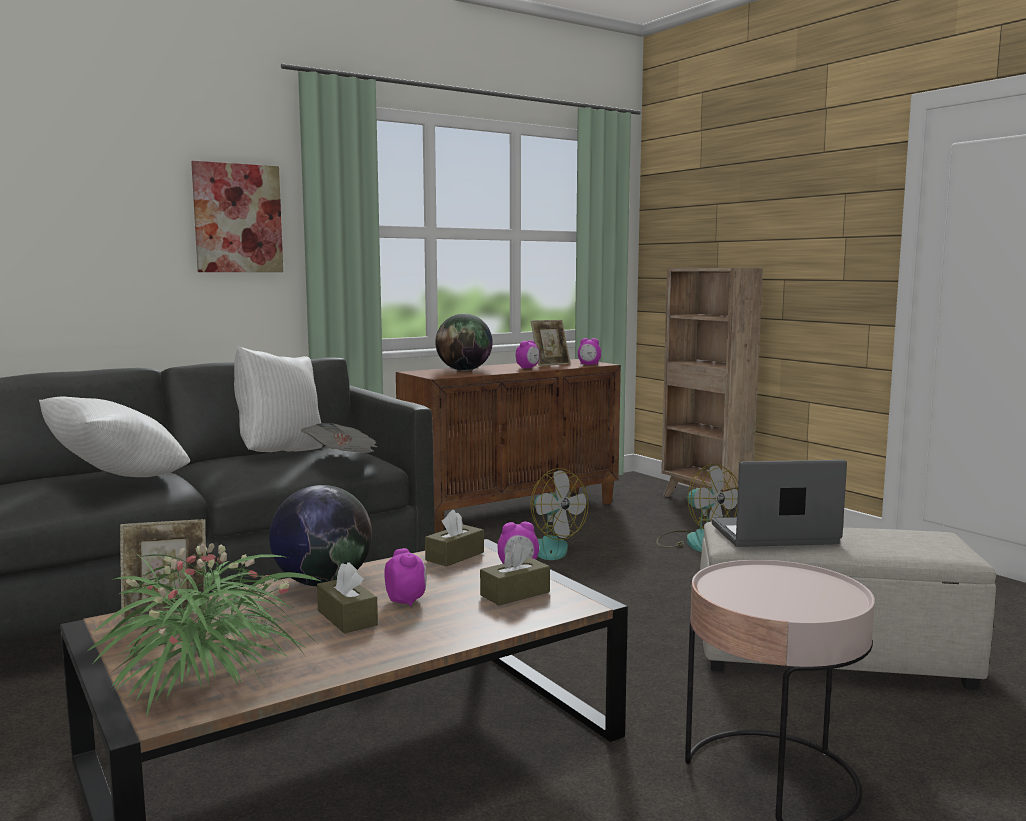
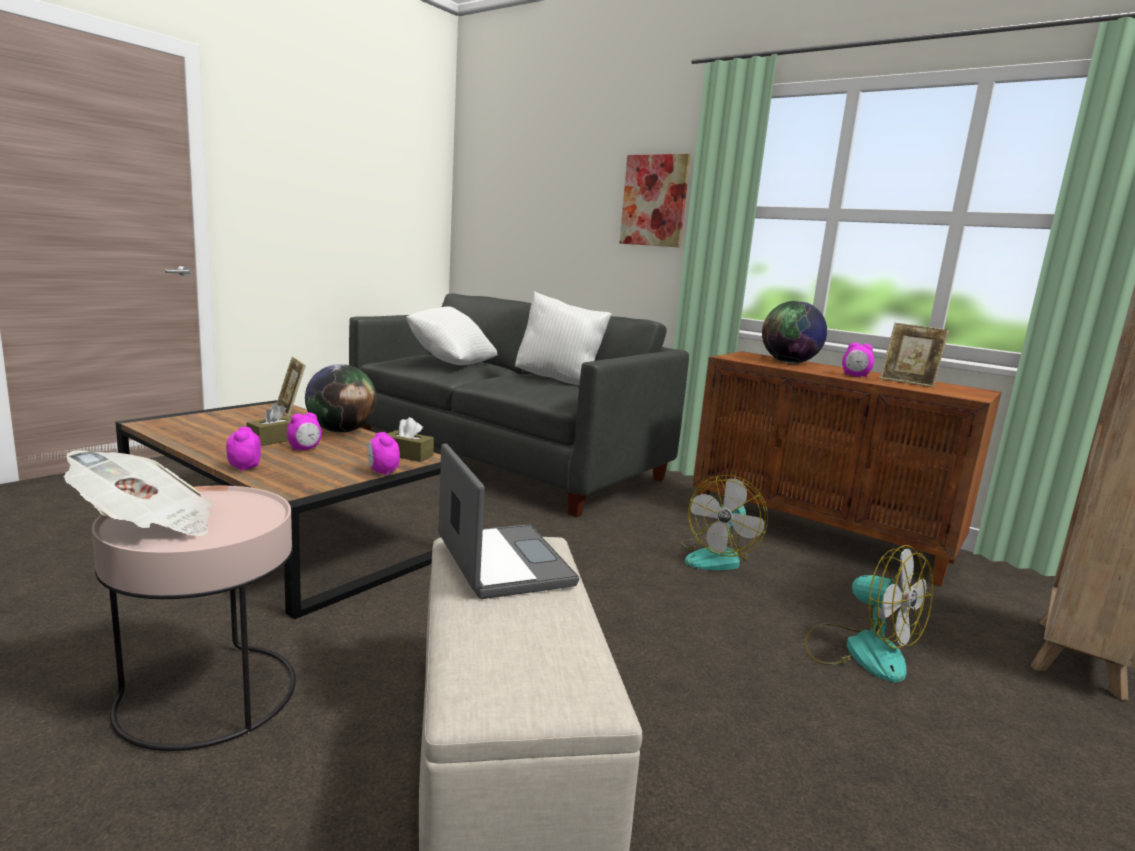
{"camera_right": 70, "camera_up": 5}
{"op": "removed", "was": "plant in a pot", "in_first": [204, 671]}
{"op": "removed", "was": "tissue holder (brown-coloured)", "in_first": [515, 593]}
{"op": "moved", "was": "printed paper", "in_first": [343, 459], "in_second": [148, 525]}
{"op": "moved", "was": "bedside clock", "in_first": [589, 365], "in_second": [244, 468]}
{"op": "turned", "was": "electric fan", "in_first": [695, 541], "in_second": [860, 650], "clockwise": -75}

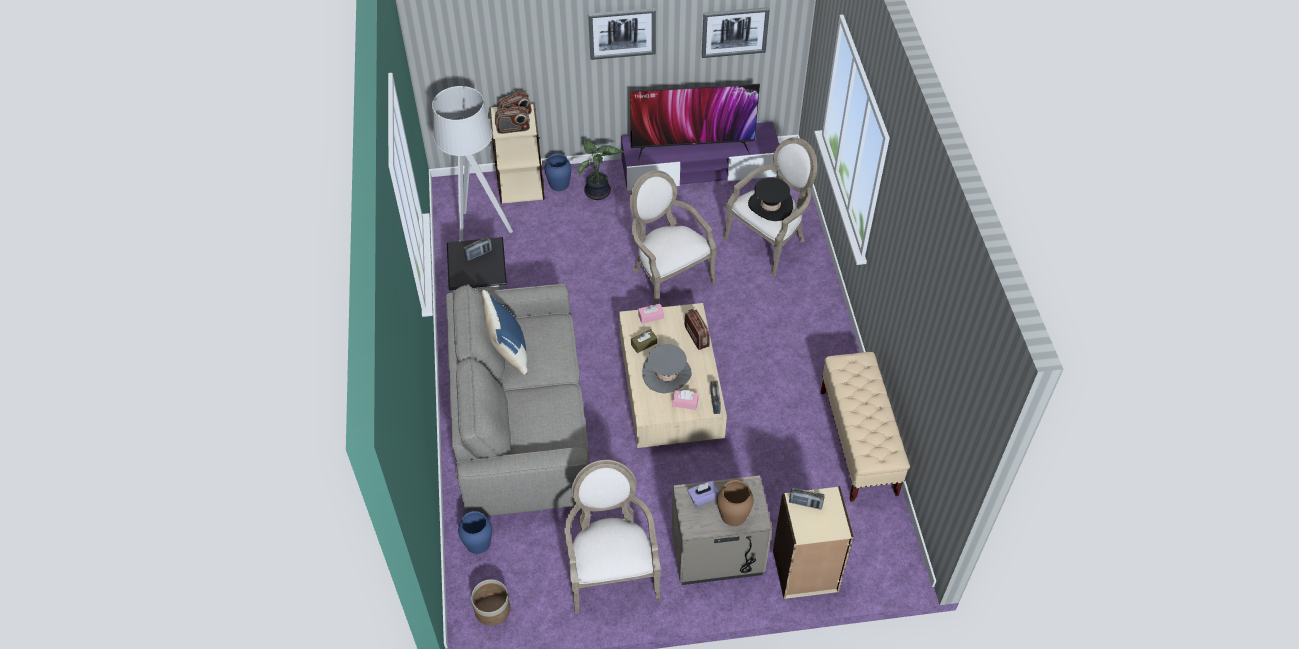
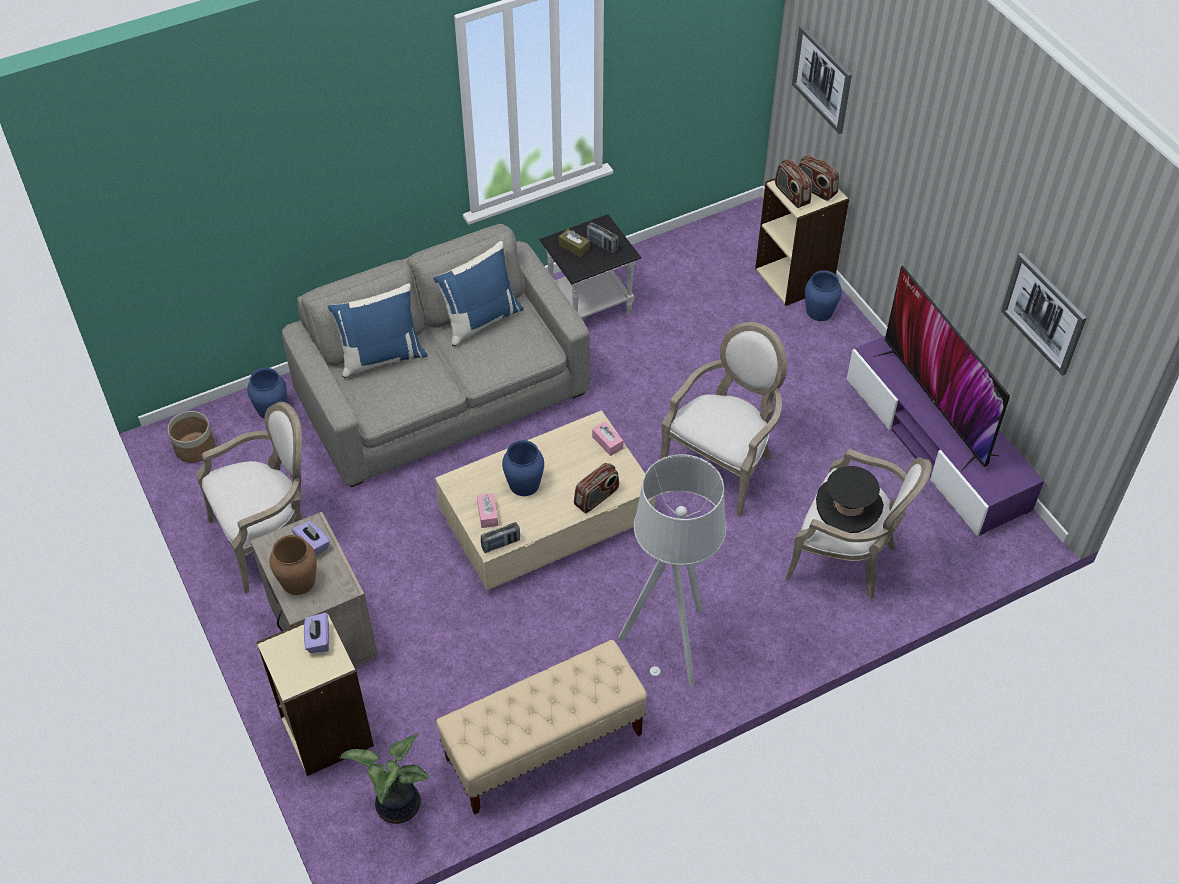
{"camera_right": 70, "camera_up": 0}
{"op": "added", "now": "throw pillow (blue)", "in_second": [381, 357]}
{"op": "moved", "was": "standard lamp (greyish)", "in_first": [478, 233], "in_second": [670, 644]}
{"op": "moved", "was": "plant in a pot", "in_first": [598, 193], "in_second": [396, 807]}
{"op": "moved", "was": "picture", "in_first": [622, 33], "in_second": [822, 79]}
{"op": "moved", "was": "tissue holder (brown-coloured)", "in_first": [644, 344], "in_second": [574, 247]}
{"op": "replaced", "was": "wearable hat (greyish)", "now": "flower vase (blue)", "in_first": [666, 374], "in_second": [524, 483]}
{"op": "replaced", "was": "radio receiver", "now": "tissue holder (purplish)", "in_first": [805, 503], "in_second": [318, 639]}

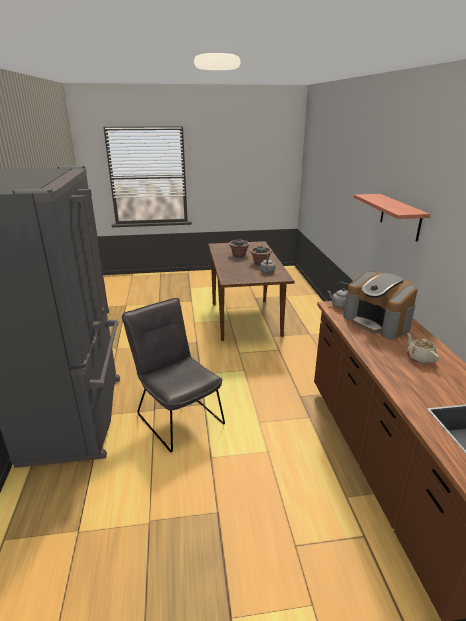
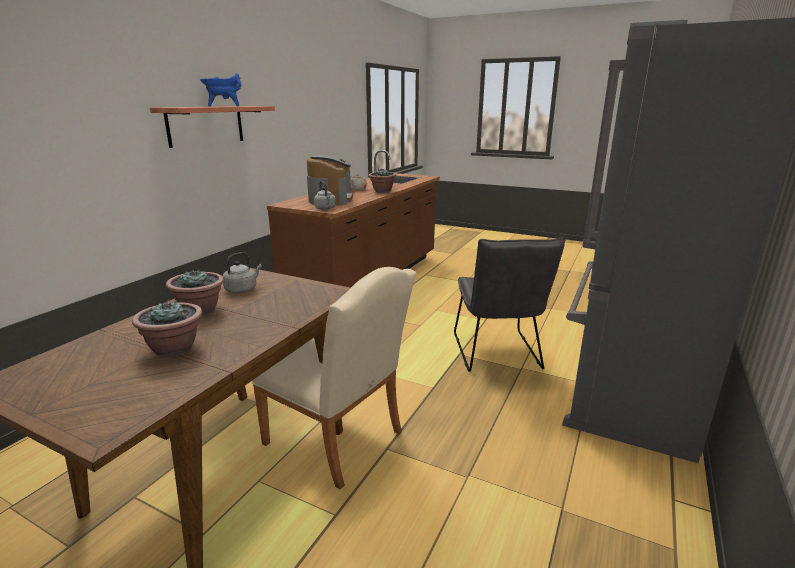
{"camera_right": -145, "camera_up": -5}
{"op": "added", "now": "saucepot (blue)", "in_second": [224, 106]}
{"op": "added", "now": "plain chair (beige-coloured)", "in_second": [340, 441]}
{"op": "added", "now": "plant in a pot", "in_second": [382, 191]}

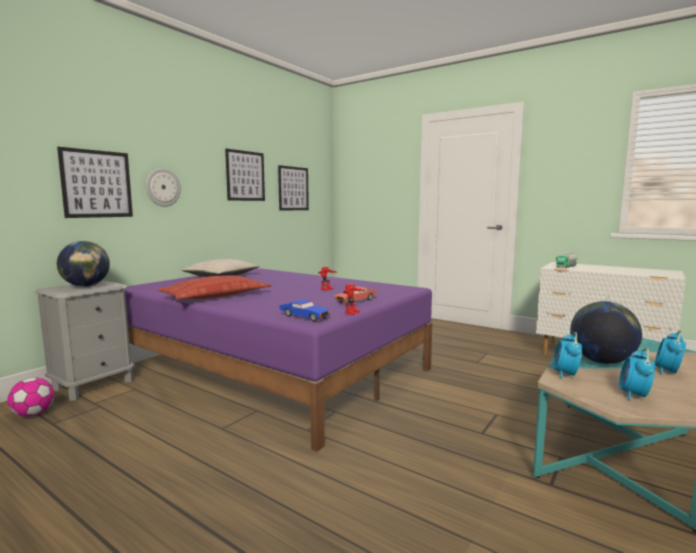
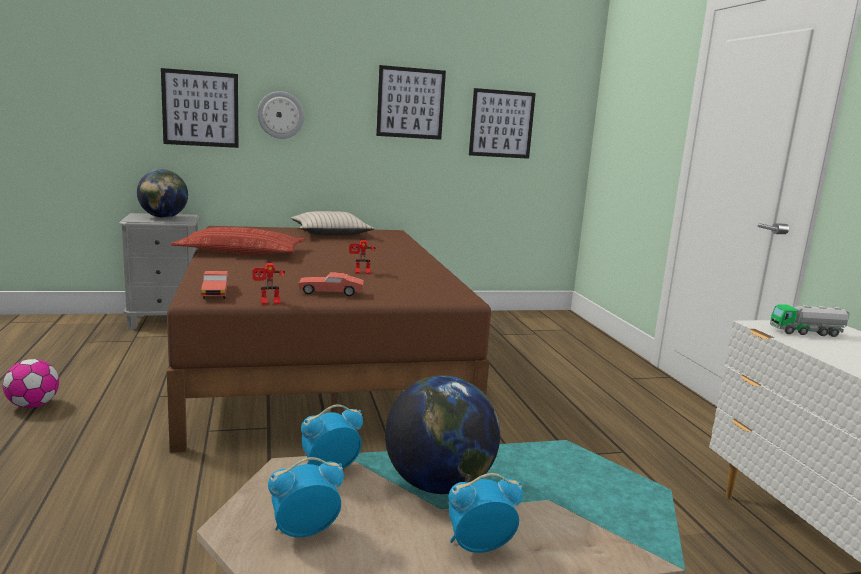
{"camera_right": 40, "camera_up": 5}
{"op": "moved", "was": "football ball", "in_first": [33, 414], "in_second": [33, 405]}
{"op": "recoloured", "was": "bed (purplish)", "now": "bed (brown-coloured)", "in_first": [274, 368], "in_second": [319, 362]}
{"op": "recoloured", "was": "model car (blue)", "now": "model car (reddish)", "in_first": [304, 317], "in_second": [215, 292]}

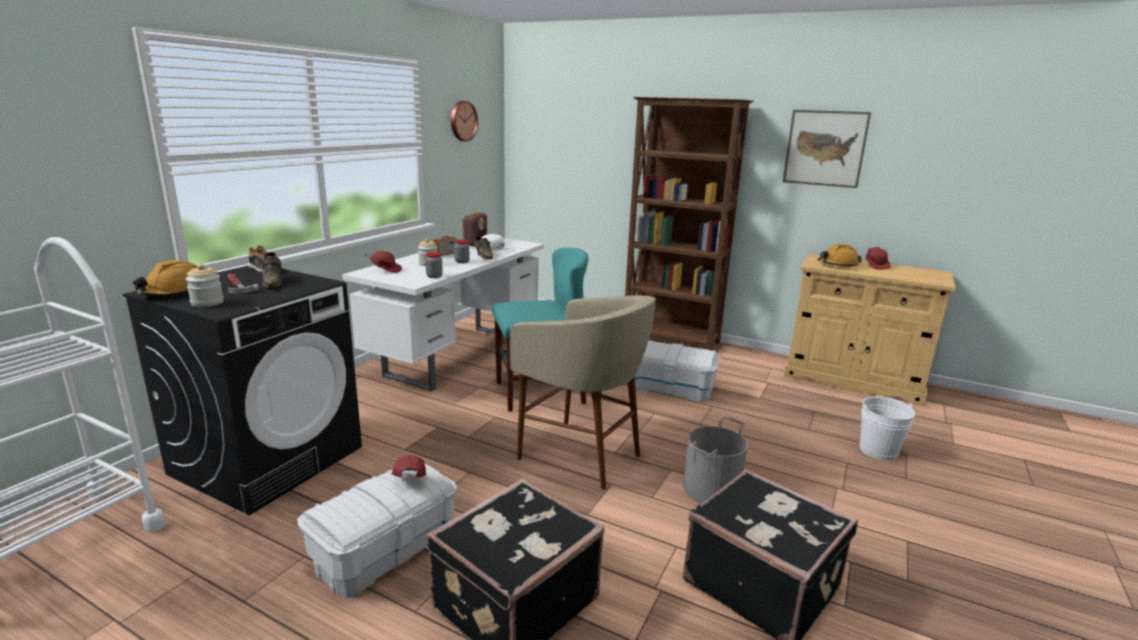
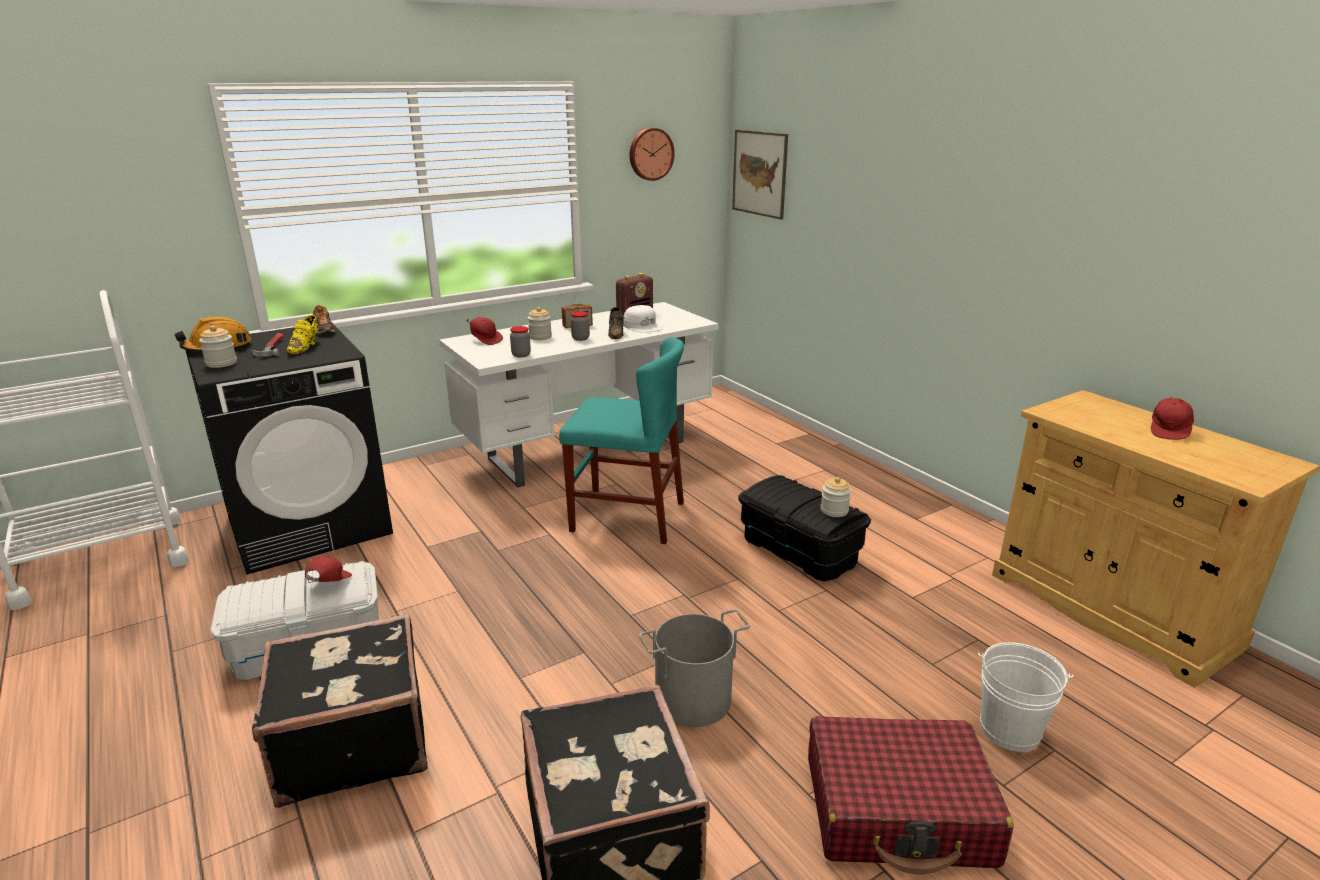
{"camera_right": 30, "camera_up": 5}
{"op": "removed", "was": "stool (beige-coloured)", "in_first": [581, 456]}
{"op": "removed", "was": "bookcase (brown-coloured)", "in_first": [671, 340]}
{"op": "removed", "was": "hard hat (orange-coloured)", "in_first": [837, 265]}
{"op": "added", "now": "piece of luggage (reddish)", "in_second": [898, 810]}
{"op": "added", "now": "preserve jar", "in_second": [834, 511]}
{"op": "moved", "was": "picture", "in_first": [825, 148], "in_second": [759, 173]}
{"op": "recoloured", "was": "item of footwear (brown-coloured)", "now": "item of footwear (yellowish)", "in_first": [273, 282], "in_second": [305, 347]}
{"op": "recoloured", "was": "storage box (white-coloured)", "now": "storage box (black-coloured)", "in_first": [671, 387], "in_second": [800, 549]}

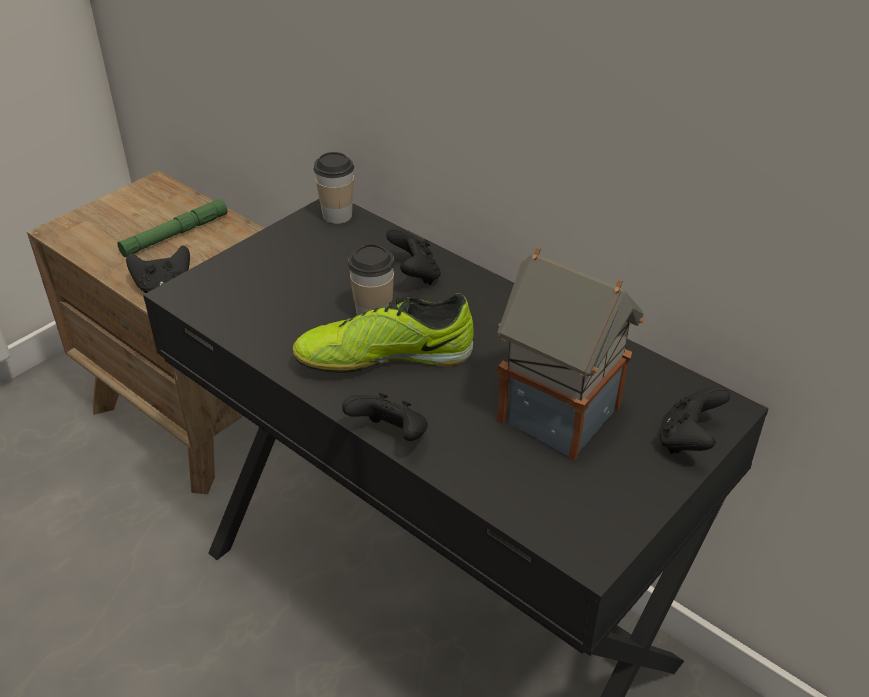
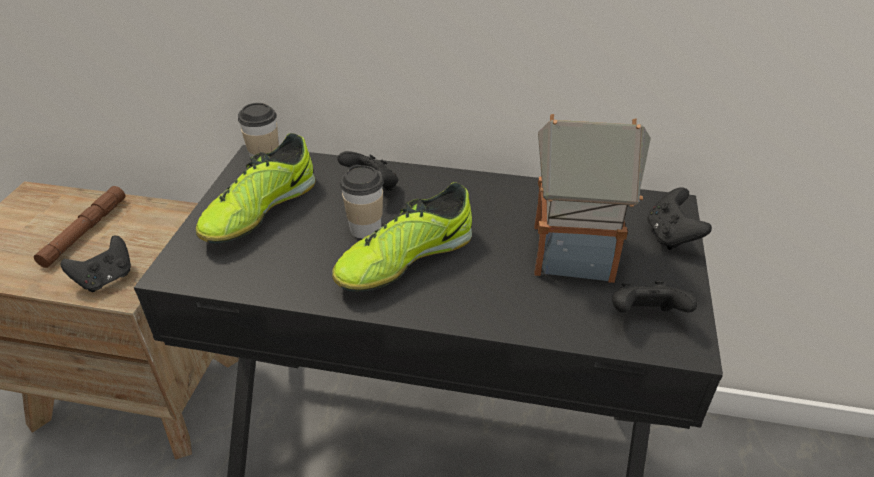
{"camera_right": -30, "camera_up": 0}
{"op": "added", "now": "item of footwear", "in_second": [259, 210]}
{"op": "moved", "was": "joypad (black-coloured)", "in_first": [390, 436], "in_second": [644, 317]}
{"op": "recoloured", "was": "torch (green)", "now": "torch (brown-coloured)", "in_first": [175, 234], "in_second": [84, 231]}

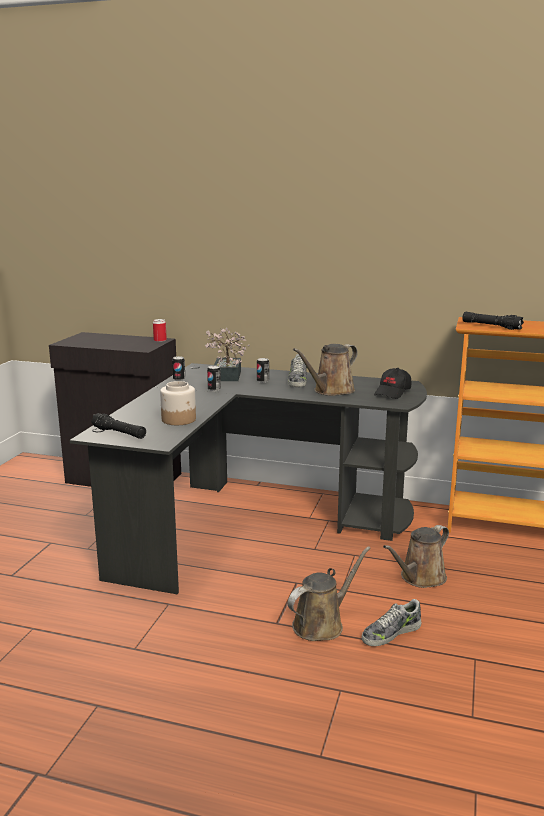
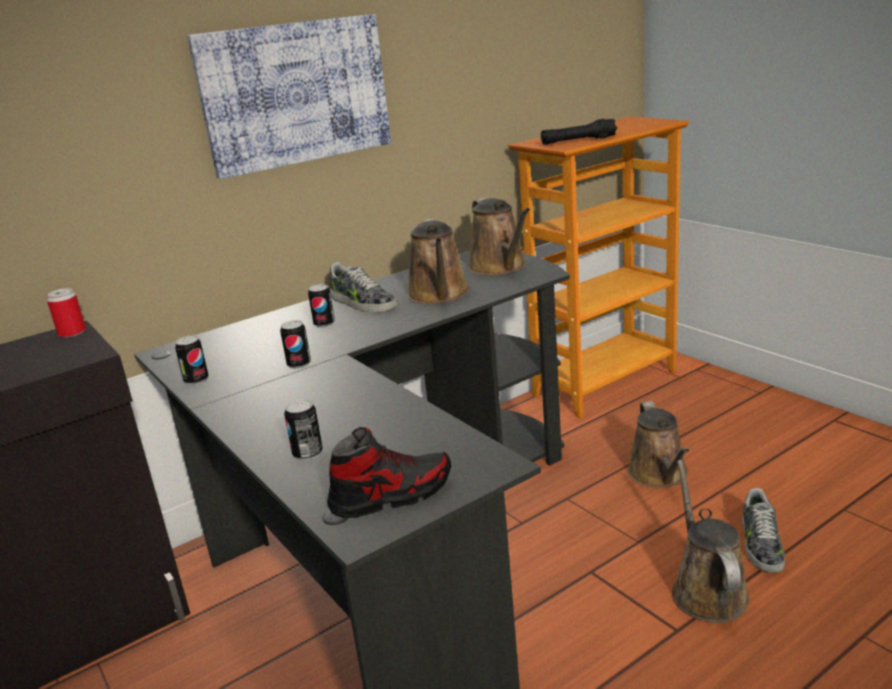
{"camera_right": -50, "camera_up": 5}
{"op": "removed", "was": "preserve jar", "in_first": [179, 420]}
{"op": "removed", "was": "plant in a pot", "in_first": [226, 377]}
{"op": "added", "now": "picture", "in_second": [295, 93]}
{"op": "added", "now": "sealed can", "in_second": [308, 454]}
{"op": "replaced", "was": "torch (black-coloured)", "now": "item of footwear", "in_first": [119, 433], "in_second": [391, 495]}
{"op": "replaced", "was": "cap (black-coloured)", "now": "watering can (brown-coloured)", "in_first": [393, 392], "in_second": [500, 267]}

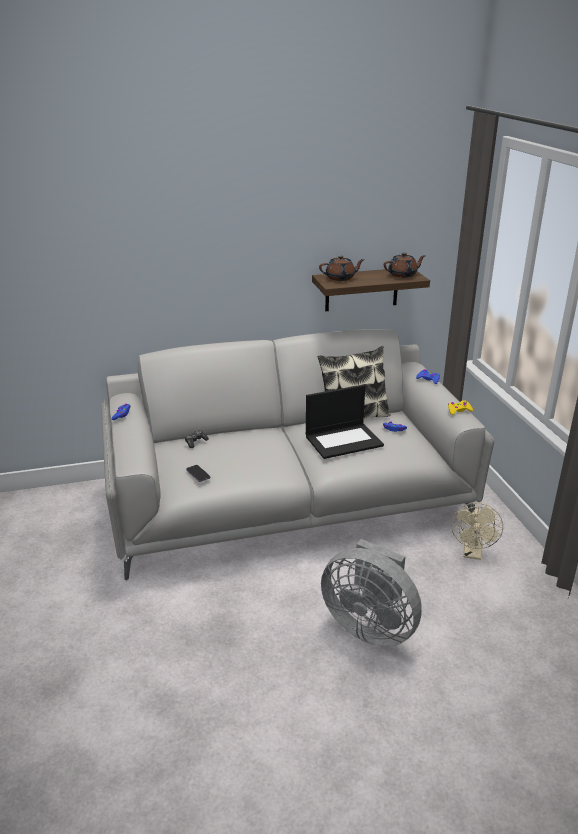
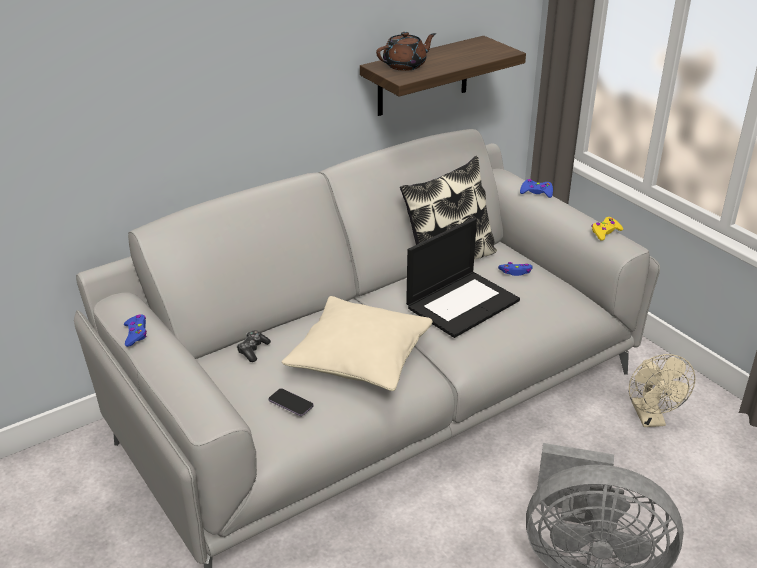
{"camera_right": -20, "camera_up": 5}
{"op": "removed", "was": "teapot (brown-coloured)", "in_first": [403, 275]}
{"op": "added", "now": "throw pillow (beige-coloured)", "in_second": [360, 358]}

